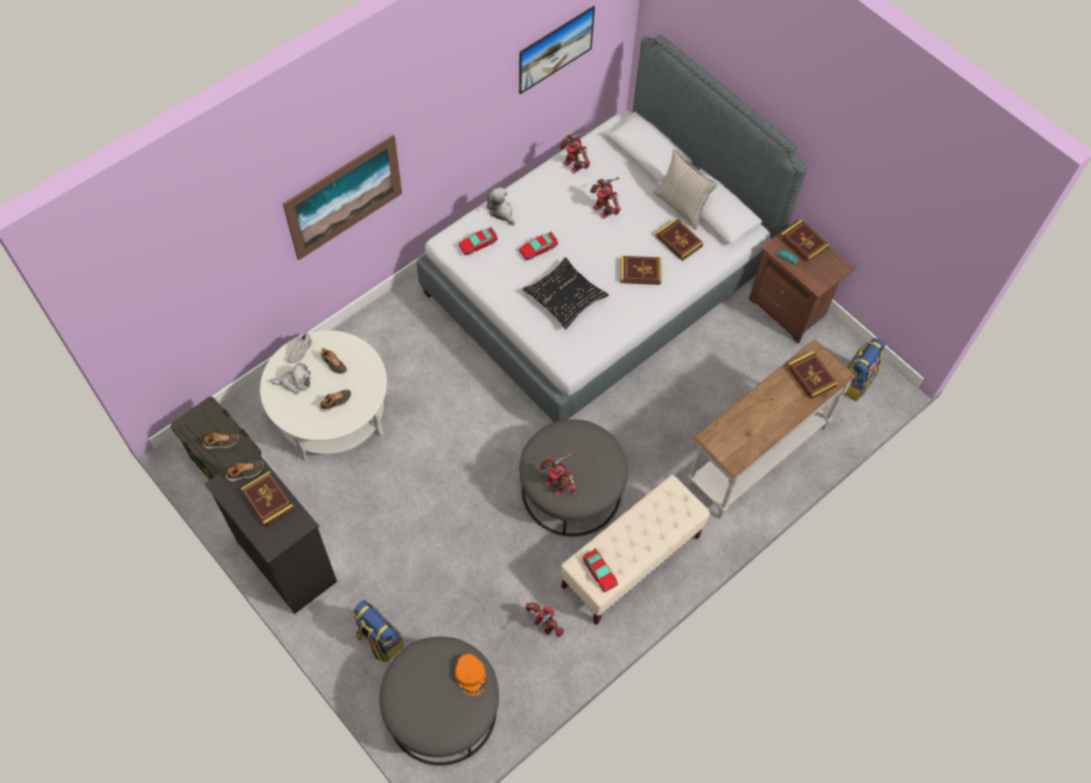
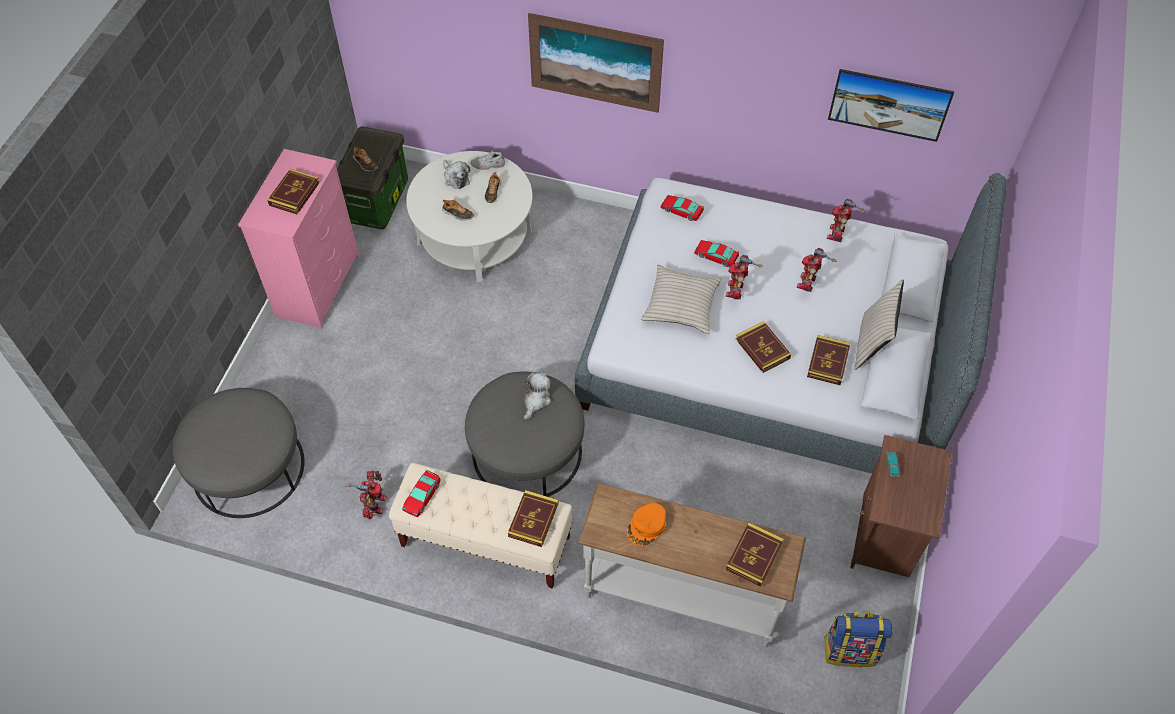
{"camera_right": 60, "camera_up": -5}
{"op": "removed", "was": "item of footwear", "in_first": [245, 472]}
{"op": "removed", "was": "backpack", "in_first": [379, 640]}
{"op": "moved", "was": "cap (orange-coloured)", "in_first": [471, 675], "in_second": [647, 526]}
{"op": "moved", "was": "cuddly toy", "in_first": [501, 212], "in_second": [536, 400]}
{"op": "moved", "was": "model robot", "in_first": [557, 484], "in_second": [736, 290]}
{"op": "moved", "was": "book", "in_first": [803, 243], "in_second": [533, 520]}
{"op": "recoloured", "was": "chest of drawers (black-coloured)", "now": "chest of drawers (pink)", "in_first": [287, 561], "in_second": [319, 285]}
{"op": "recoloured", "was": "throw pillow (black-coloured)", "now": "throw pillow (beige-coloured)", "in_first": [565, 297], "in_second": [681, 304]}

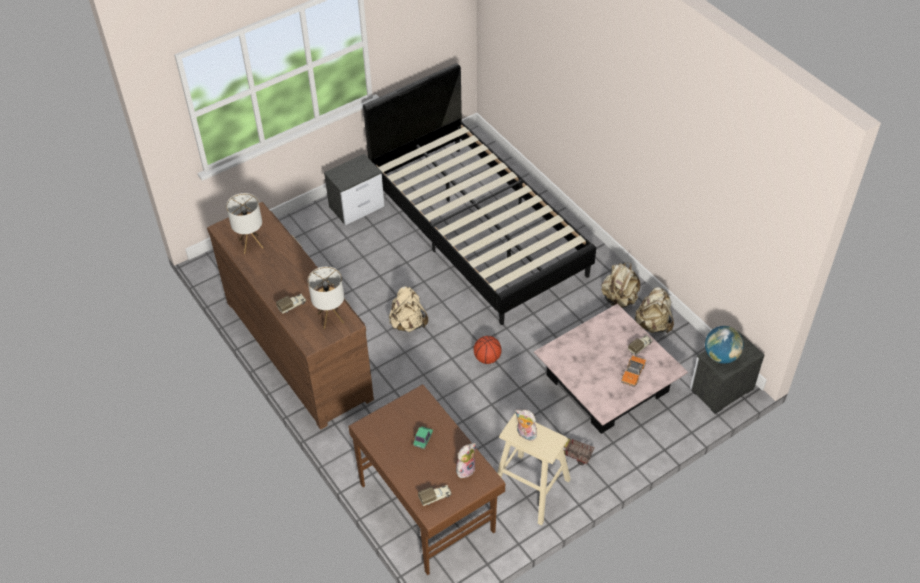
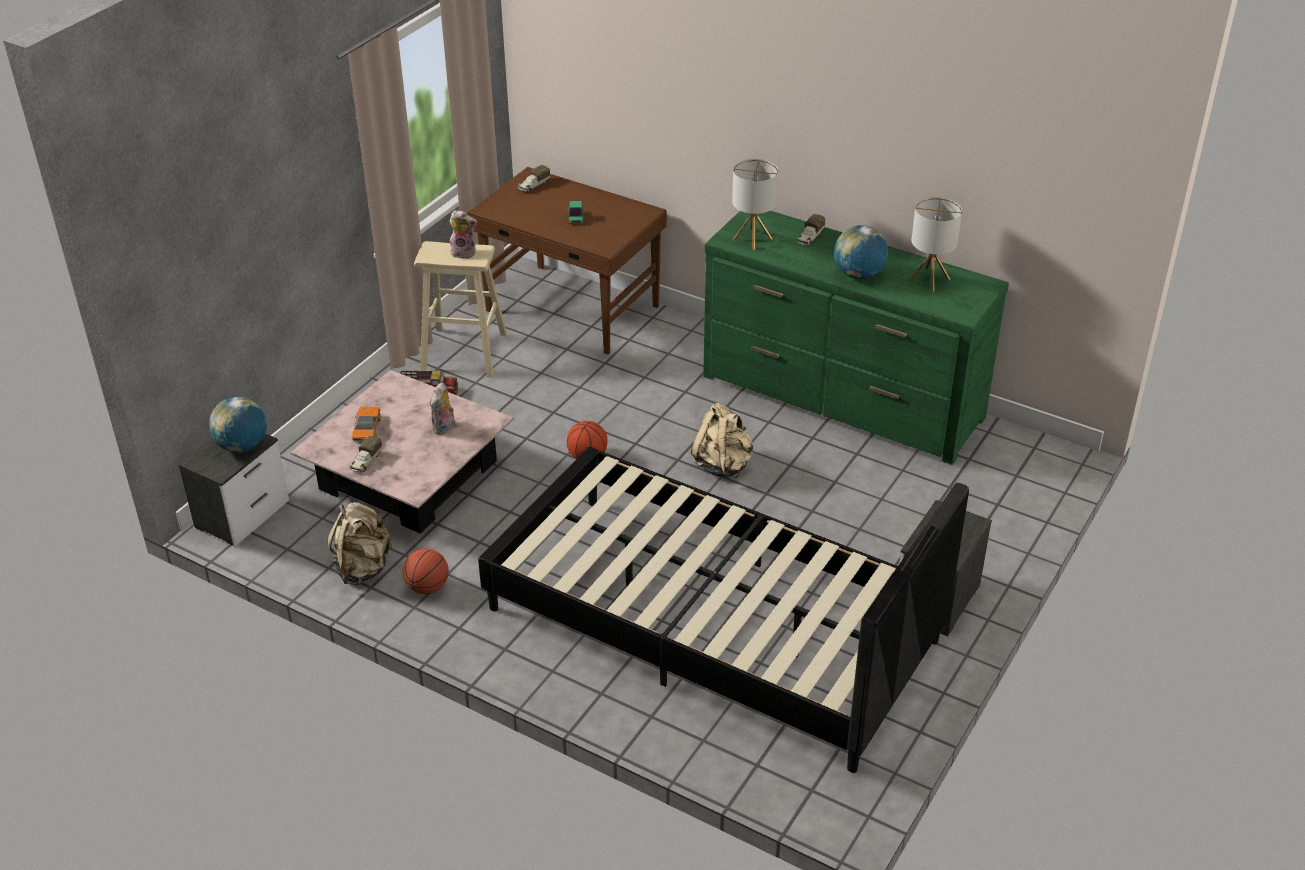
{"camera_right": 155, "camera_up": -10}
{"op": "added", "now": "desk globe", "in_second": [858, 274]}
{"op": "moved", "was": "cuddly toy", "in_first": [465, 469], "in_second": [444, 428]}
{"op": "replaced", "was": "backpack (beige-coloured)", "now": "ball for basketball", "in_first": [619, 299], "in_second": [427, 588]}
{"op": "recoloured", "was": "chest of drawers (brown-coloured)", "now": "chest of drawers (green)", "in_first": [298, 348], "in_second": [841, 398]}

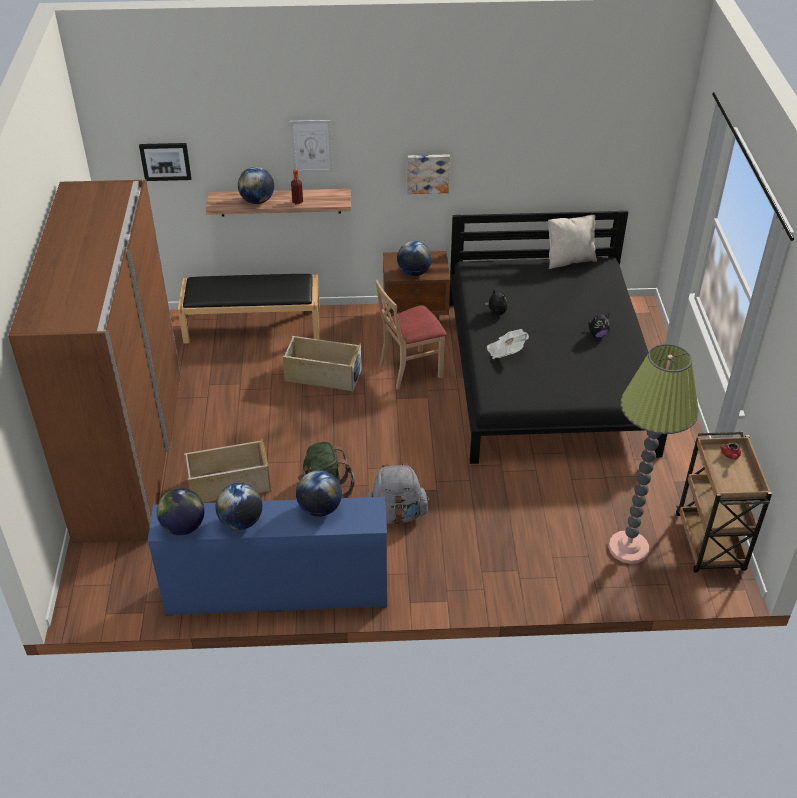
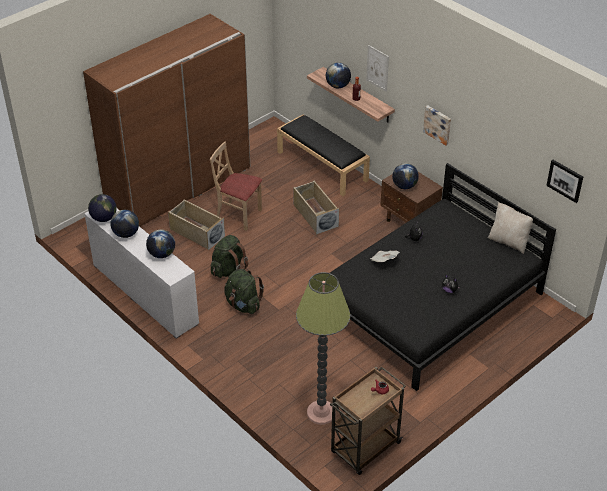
{"camera_right": 50, "camera_up": 0}
{"op": "moved", "was": "picture", "in_first": [165, 161], "in_second": [565, 180]}
{"op": "moved", "was": "plain chair (beige-coloured)", "in_first": [410, 369], "in_second": [238, 215]}
{"op": "recoloured", "was": "chest of drawers (blue)", "now": "chest of drawers (white-coloured)", "in_first": [277, 592], "in_second": [145, 293]}
{"op": "recoloured", "was": "backpack (greyish)", "now": "backpack (green)", "in_first": [396, 514], "in_second": [243, 305]}

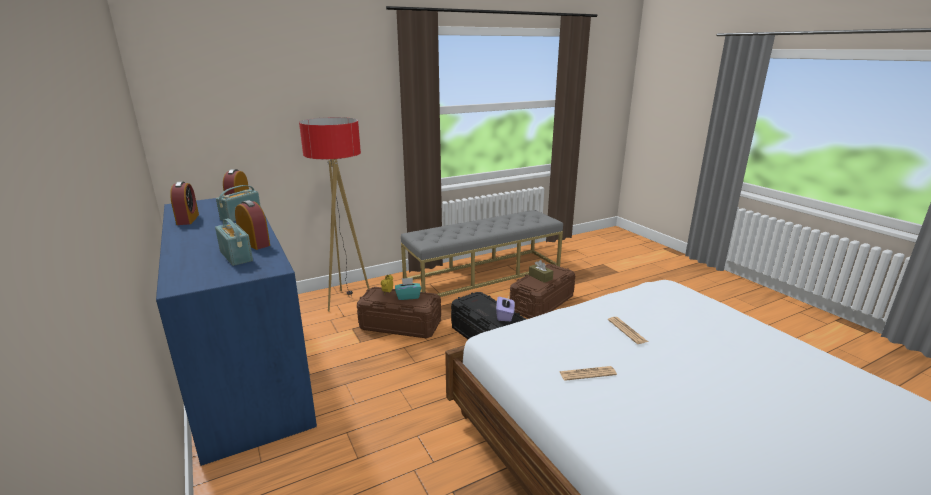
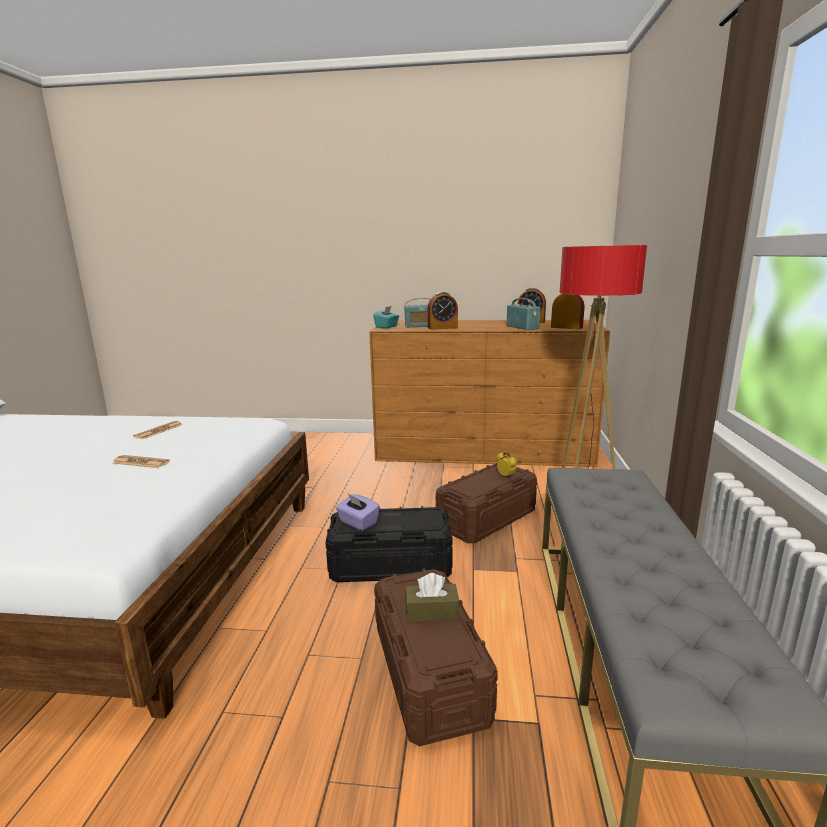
{"camera_right": 125, "camera_up": -5}
{"op": "moved", "was": "tissue holder (turquoise-coloured)", "in_first": [408, 296], "in_second": [387, 327]}
{"op": "recoloured", "was": "chest of drawers (blue)", "now": "chest of drawers (brown-coloured)", "in_first": [245, 366], "in_second": [483, 449]}

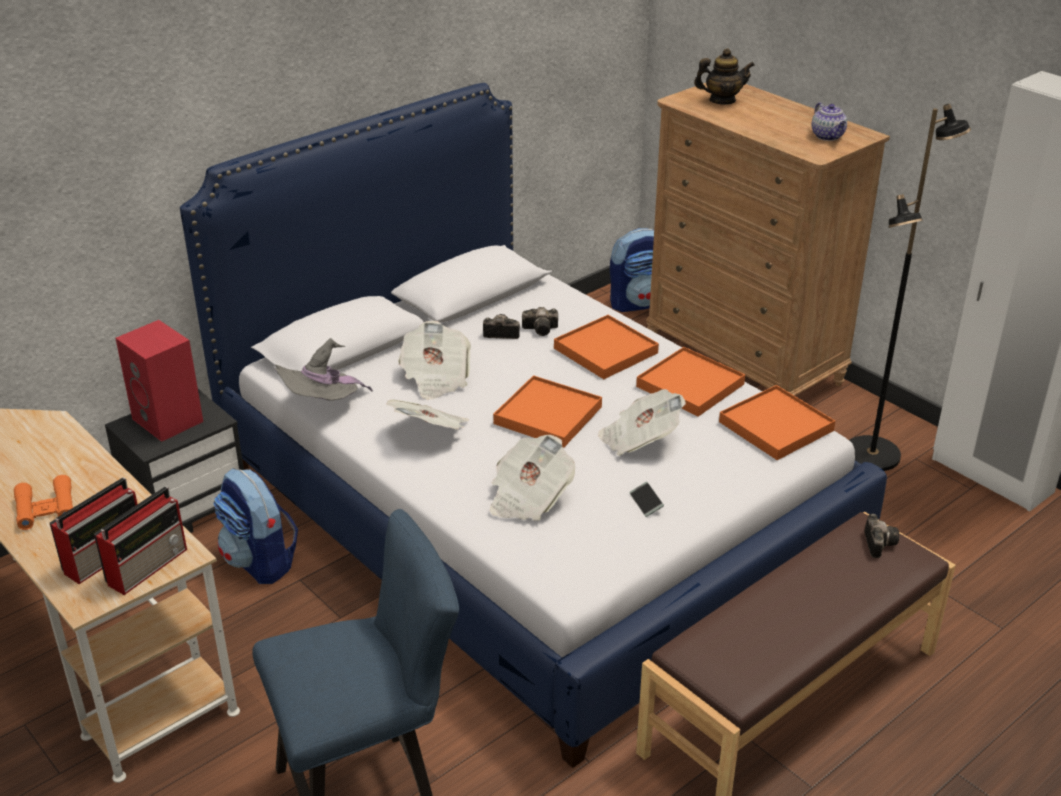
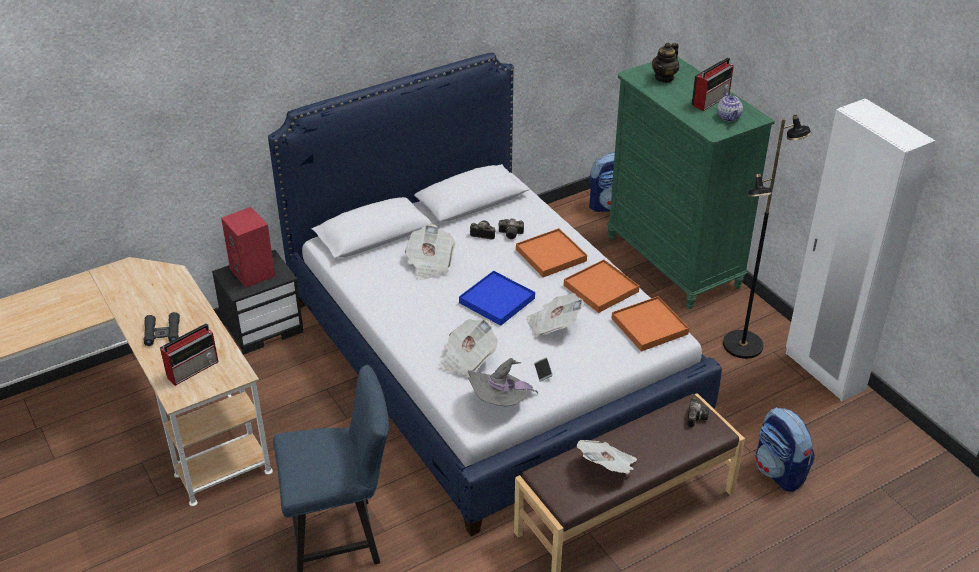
{"camera_right": 10, "camera_up": 5}
{"op": "moved", "was": "radio receiver", "in_first": [148, 565], "in_second": [711, 100]}
{"op": "moved", "was": "backpack", "in_first": [260, 562], "in_second": [779, 472]}
{"op": "moved", "was": "wearable hat (greyish)", "in_first": [322, 406], "in_second": [499, 403]}
{"op": "moved", "was": "printed paper", "in_first": [431, 432], "in_second": [607, 467]}
{"op": "recoloured", "was": "field glasses (orange-coloured)", "now": "field glasses (black-coloured)", "in_first": [45, 509], "in_second": [162, 333]}
{"op": "recoloured", "was": "tray (orange-coloured)", "now": "tray (blue)", "in_first": [547, 415], "in_second": [496, 300]}
{"op": "recoloured", "was": "chest of drawers (brown-coloured)", "now": "chest of drawers (green)", "in_first": [744, 362], "in_second": [673, 262]}
{"op": "turned", "was": "teapot", "in_first": [722, 100], "in_second": [664, 77], "clockwise": 120}

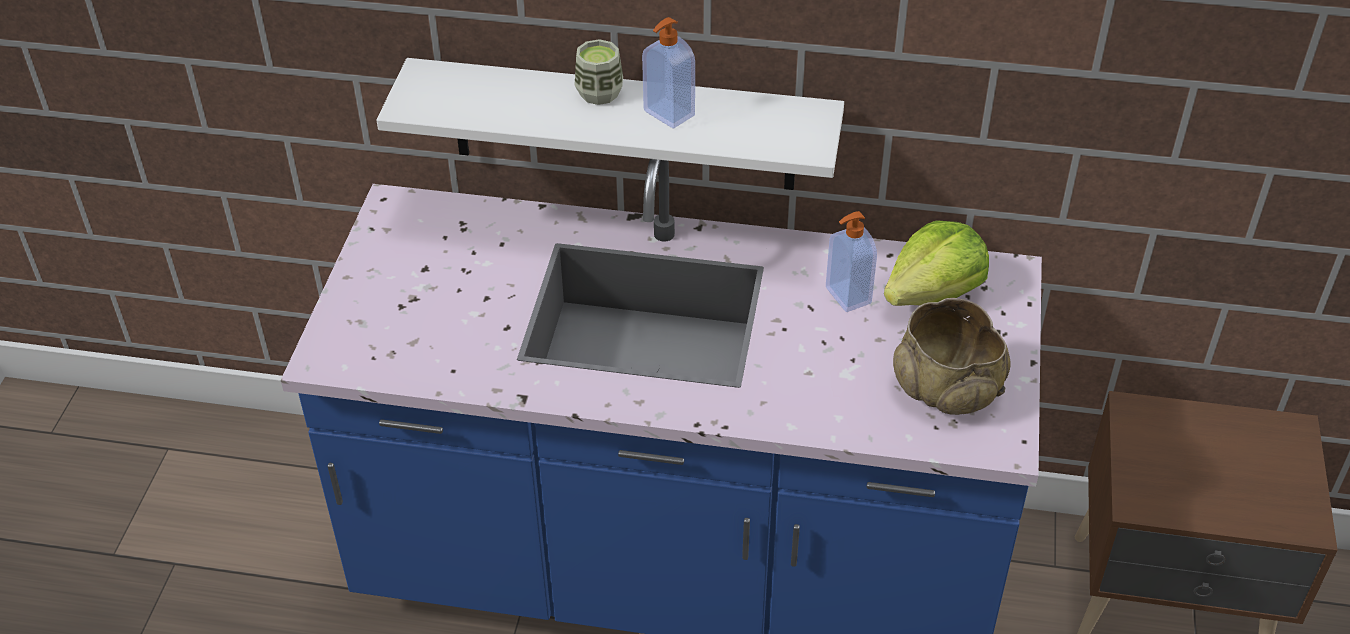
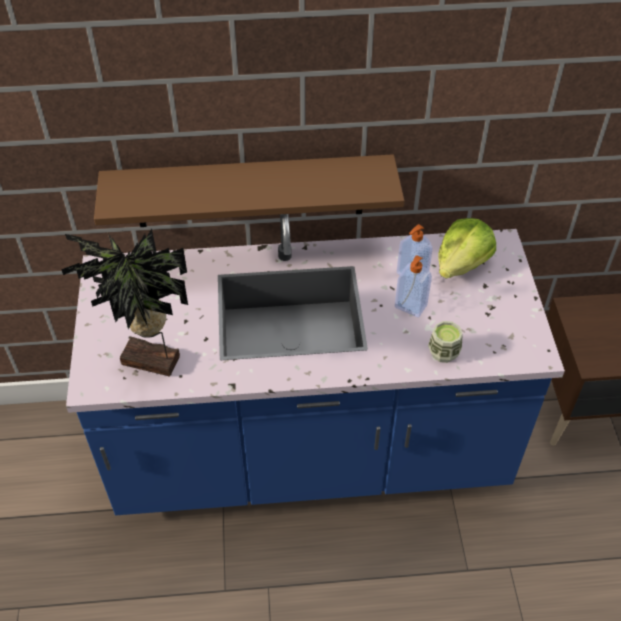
{"camera_right": -15, "camera_up": 5}
{"op": "removed", "was": "deep dish (beige-coloured)", "in_first": [947, 387]}
{"op": "added", "now": "plant in a pot", "in_second": [150, 364]}
{"op": "moved", "was": "small cup", "in_first": [599, 93], "in_second": [443, 352]}
{"op": "moved", "was": "soap bottle", "in_first": [668, 114], "in_second": [410, 307]}
{"op": "recoloured", "was": "bracket shelf (white-coloured)", "now": "bracket shelf (brown-coloured)", "in_first": [623, 125], "in_second": [249, 191]}

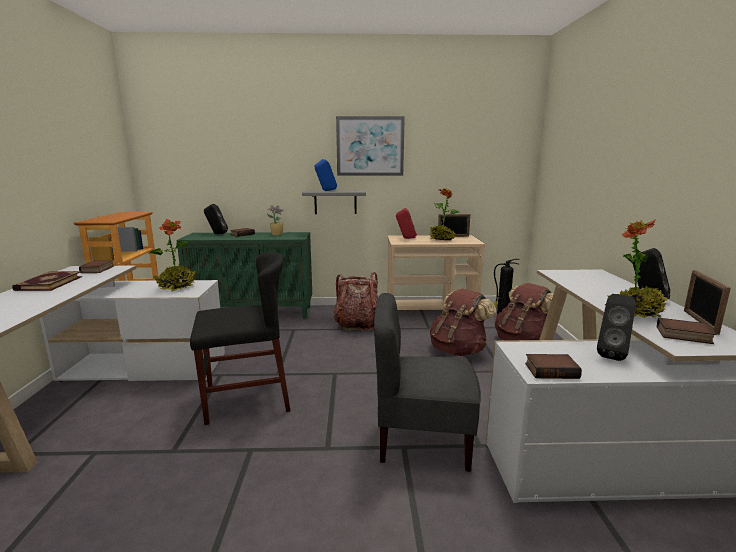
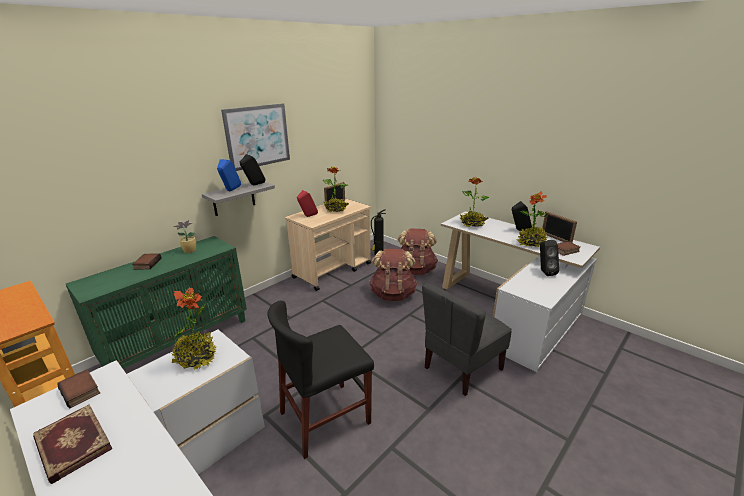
{"camera_right": -45, "camera_up": 10}
{"op": "removed", "was": "backpack", "in_first": [357, 324]}
{"op": "removed", "was": "book", "in_first": [551, 370]}
{"op": "added", "now": "plant in a pot", "in_second": [472, 224]}
{"op": "moved", "was": "loudspeaker (black-coloured)", "in_first": [216, 234], "in_second": [254, 185]}
{"op": "turned", "was": "plain chair (black-coloured)", "in_first": [247, 399], "in_second": [325, 418], "clockwise": -150}

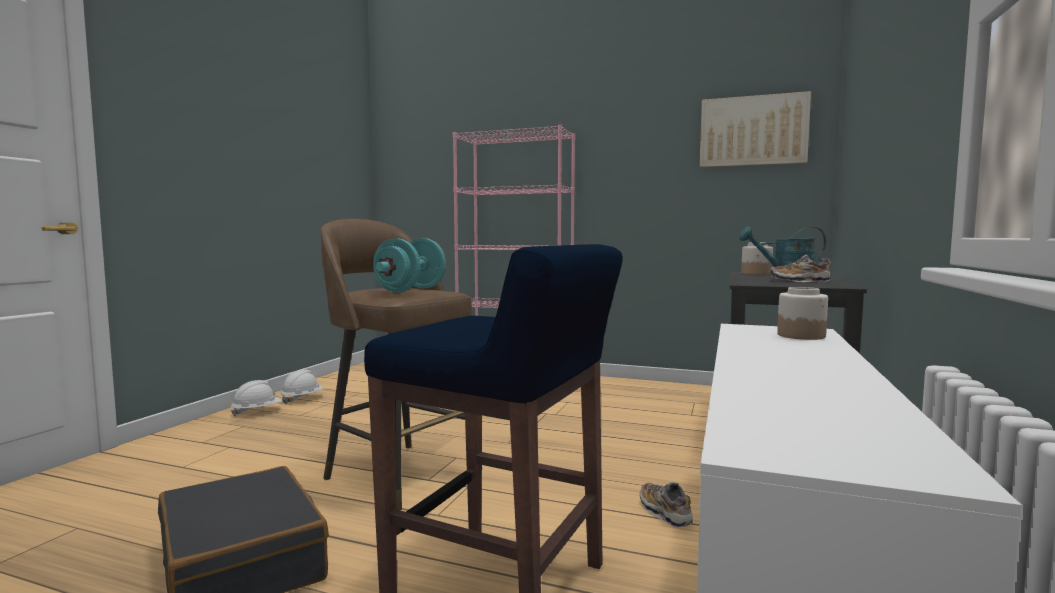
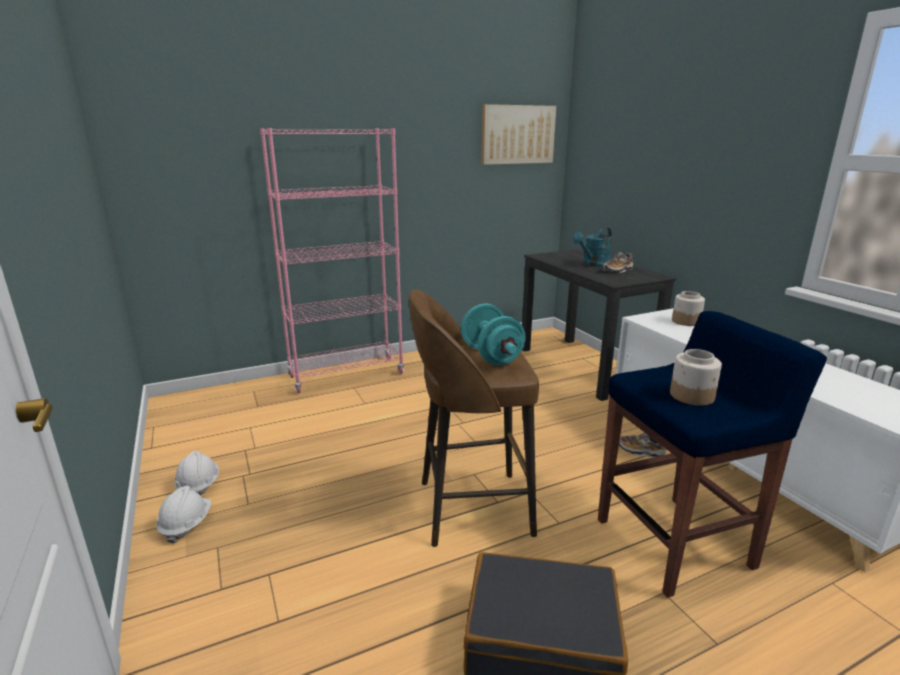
{"camera_right": -45, "camera_up": 15}
{"op": "moved", "was": "preserve jar", "in_first": [756, 273], "in_second": [692, 396]}

